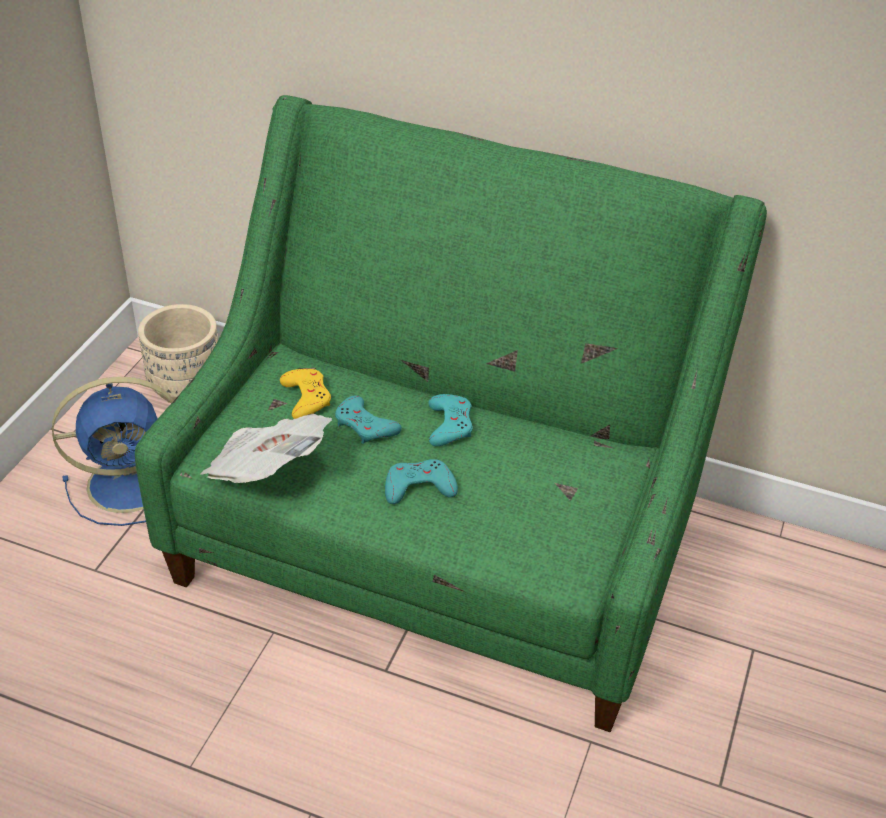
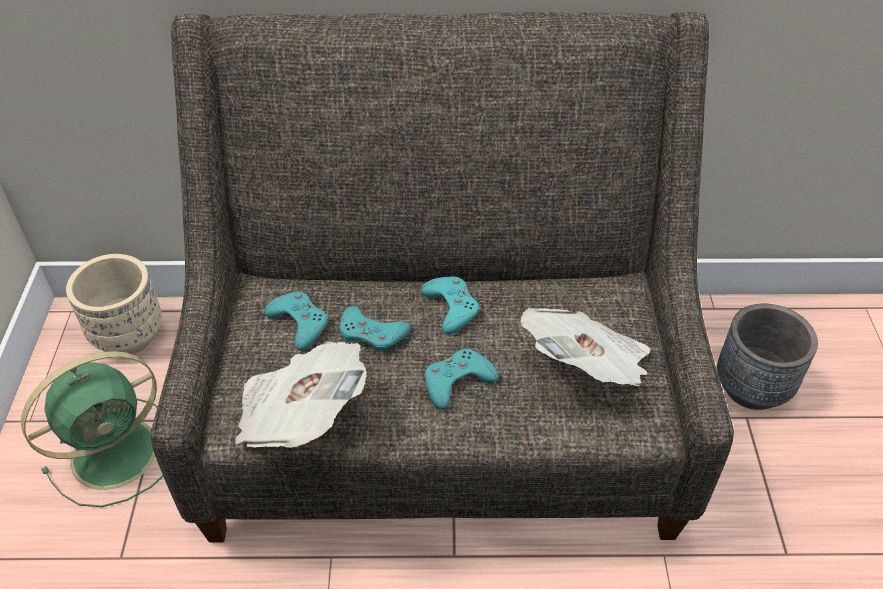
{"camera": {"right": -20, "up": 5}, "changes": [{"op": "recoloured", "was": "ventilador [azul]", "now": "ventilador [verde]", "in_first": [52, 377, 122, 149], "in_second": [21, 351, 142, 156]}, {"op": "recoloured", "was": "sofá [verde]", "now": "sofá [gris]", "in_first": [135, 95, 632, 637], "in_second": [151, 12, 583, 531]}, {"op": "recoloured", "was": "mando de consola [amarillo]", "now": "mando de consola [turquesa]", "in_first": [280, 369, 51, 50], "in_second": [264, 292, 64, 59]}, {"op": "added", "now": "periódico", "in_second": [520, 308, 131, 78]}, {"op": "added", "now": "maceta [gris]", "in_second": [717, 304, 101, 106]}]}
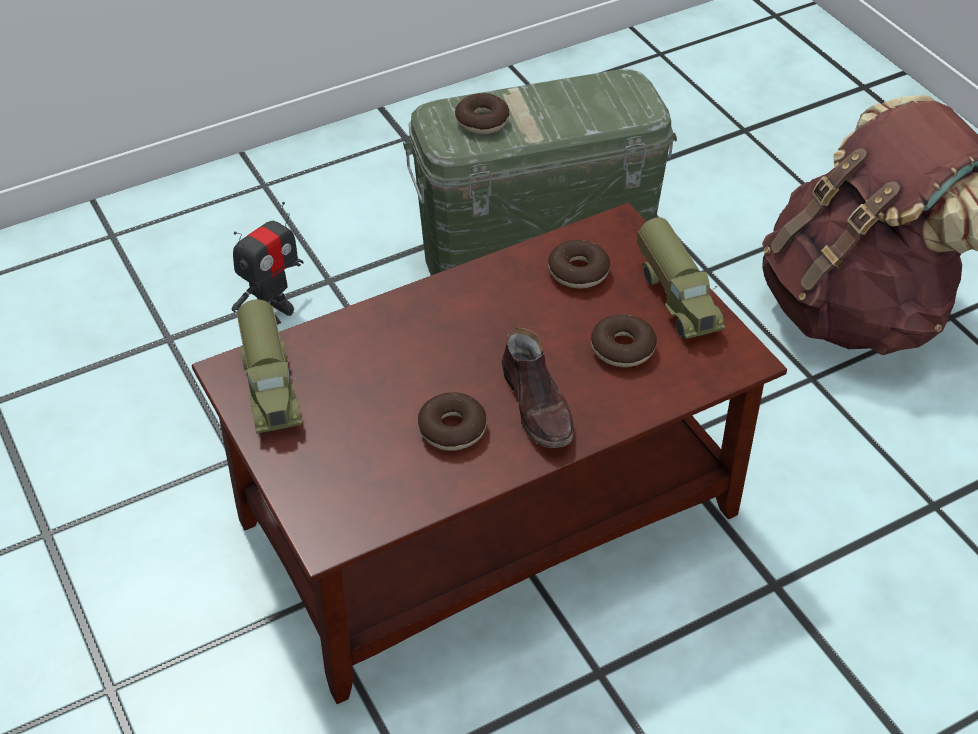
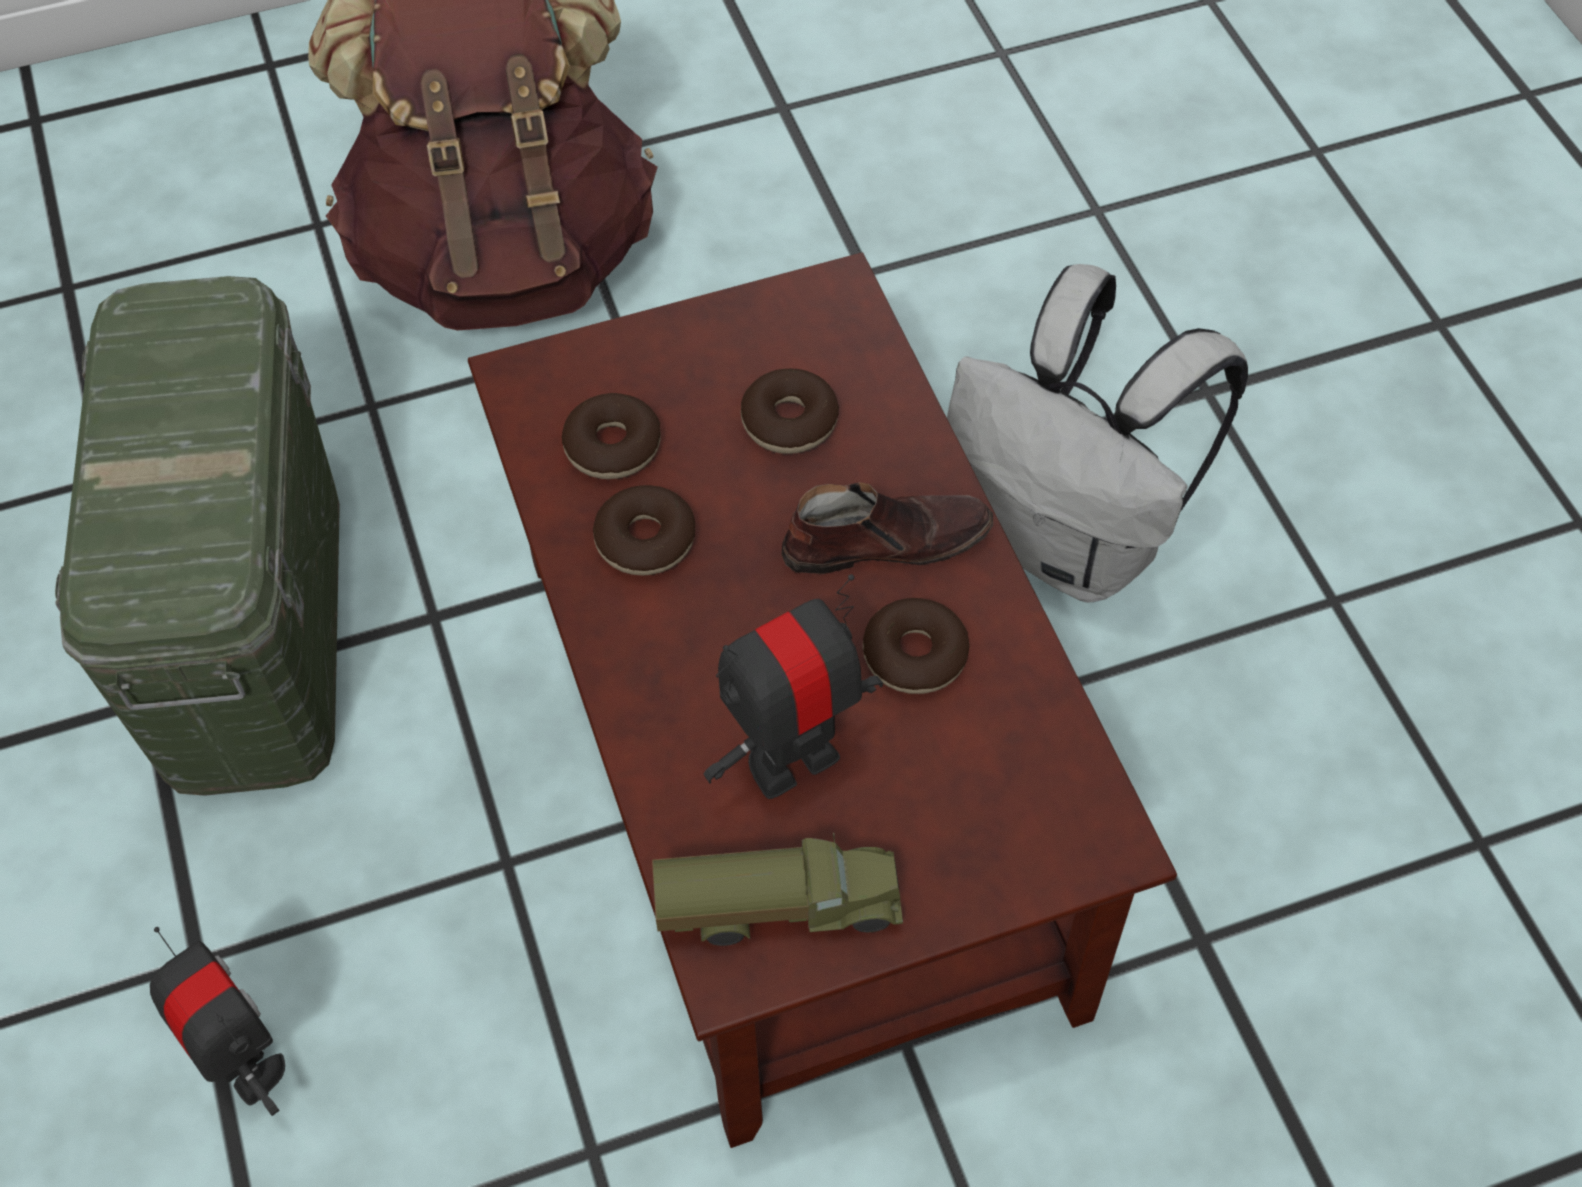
{"camera": {"right": -80, "up": 10}, "changes": [{"op": "moved", "was": "rosquilla", "in_first": [455, 93, 55, 41], "in_second": [593, 485, 102, 90]}, {"op": "added", "now": "robot de juguete", "in_second": [703, 574, 180, 225]}, {"op": "added", "now": "mochila [blanco]", "in_second": [947, 264, 301, 339]}, {"op": "removed", "was": "camión de juguete", "in_first": [637, 217, 89, 122]}]}
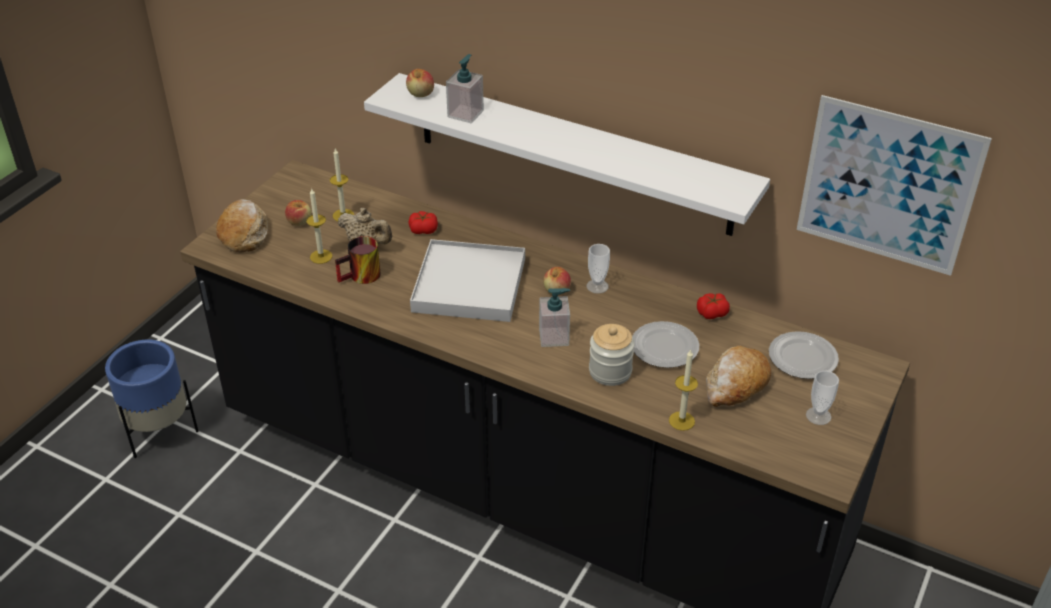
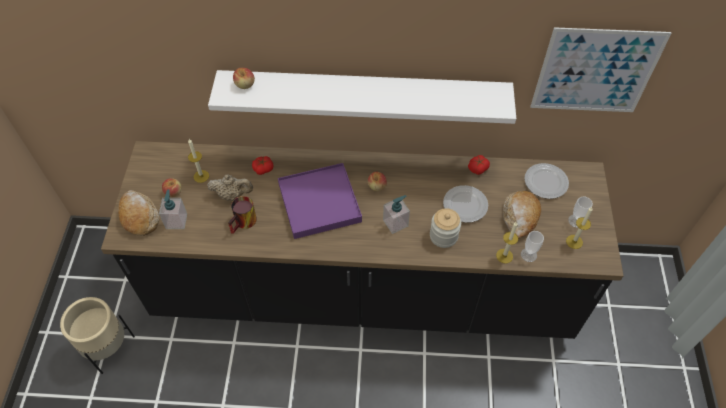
{"camera": {"right": -25, "up": 15}, "changes": [{"op": "recoloured", "was": "maceta [azul]", "now": "maceta [beis]", "in_first": [105, 340, 93, 118], "in_second": [60, 297, 75, 77]}, {"op": "moved", "was": "dispensador de jabón", "in_first": [446, 54, 38, 69], "in_second": [159, 189, 28, 40]}, {"op": "recoloured", "was": "bandeja [blanco]", "now": "bandeja [morado]", "in_first": [410, 239, 115, 83], "in_second": [278, 163, 84, 76]}, {"op": "moved", "was": "taza", "in_first": [586, 244, 24, 50], "in_second": [521, 231, 23, 31]}, {"op": "moved", "was": "vela", "in_first": [306, 189, 26, 75], "in_second": [566, 207, 27, 42]}]}
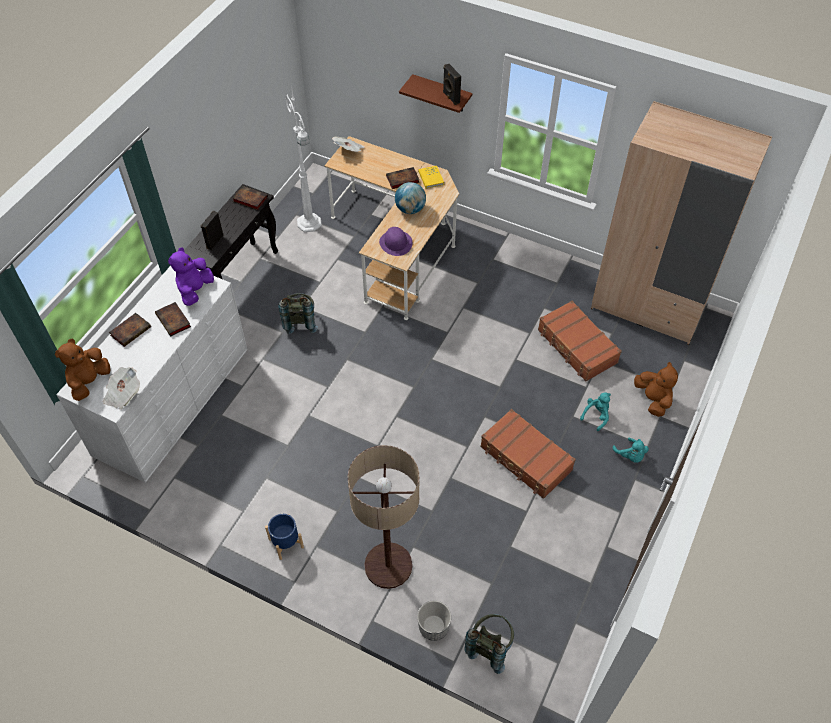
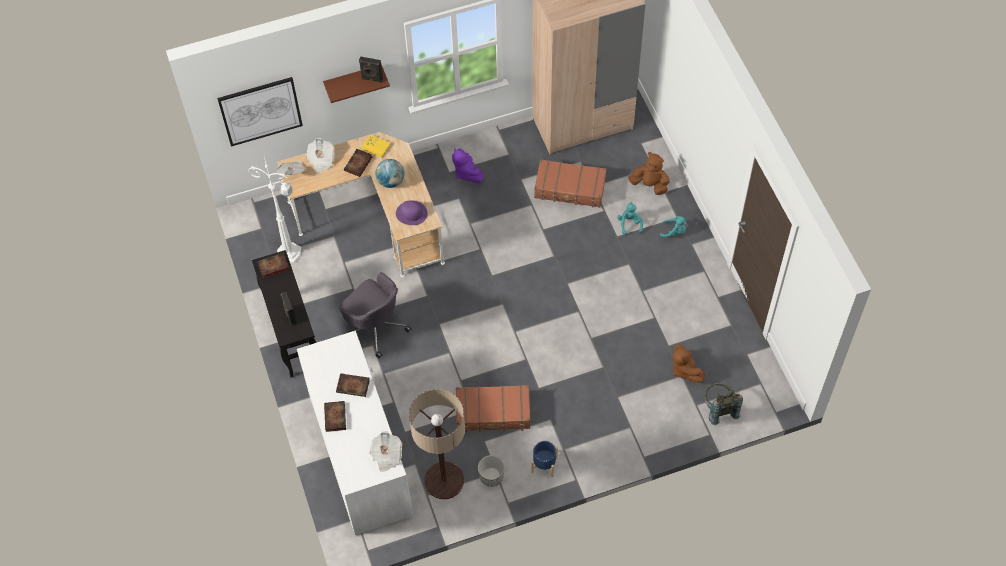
{"camera": {"right": -45, "up": 5}, "changes": [{"op": "added", "now": "cuadro", "in_second": [217, 77, 86, 70]}, {"op": "added", "now": "periódico", "in_second": [306, 138, 29, 35]}, {"op": "replaced", "was": "mochila [gris]", "now": "silla de oficina [gris]", "in_first": [278, 293, 40, 41], "in_second": [339, 272, 72, 86]}, {"op": "moved", "was": "lámpara de pie", "in_first": [348, 445, 71, 144], "in_second": [409, 389, 56, 110]}, {"op": "moved", "was": "peluche [morado]", "in_first": [168, 247, 46, 59], "in_second": [452, 148, 32, 35]}, {"op": "moved", "was": "maleta [marrón]", "in_first": [480, 409, 96, 90], "in_second": [456, 385, 74, 48]}, {"op": "moved", "was": "maceta", "in_first": [417, 601, 34, 40], "in_second": [478, 455, 27, 32]}, {"op": "moved", "was": "peluche [marrón]", "in_first": [55, 339, 56, 62], "in_second": [673, 344, 32, 39]}]}
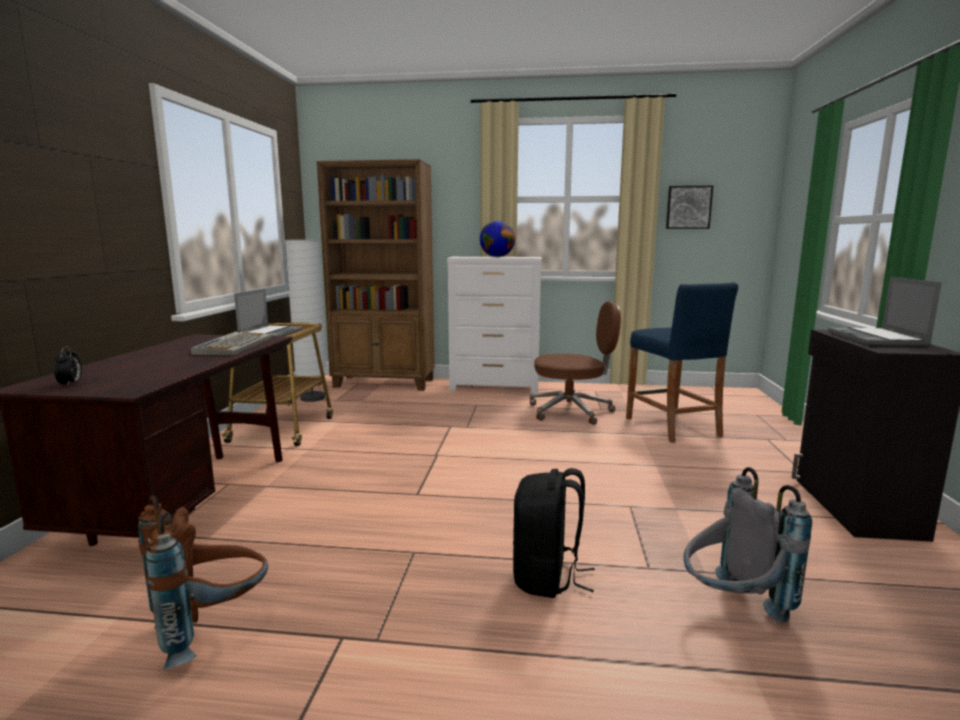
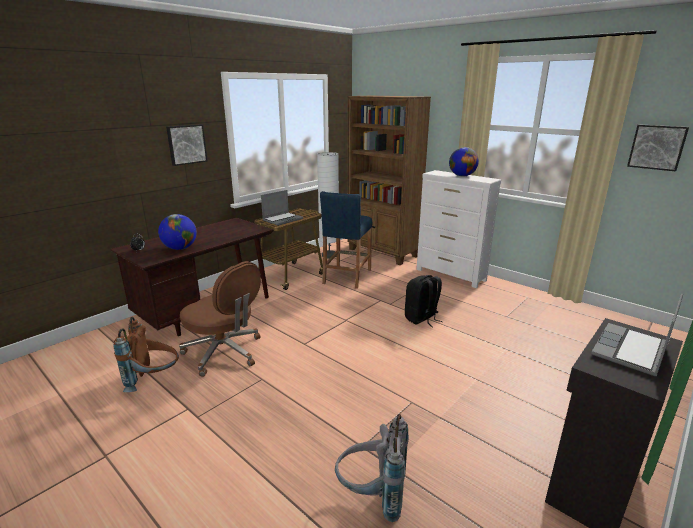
{"camera": {"right": 35, "up": 10}, "changes": [{"op": "added", "now": "globo terráqueo", "in_second": [158, 214, 39, 36]}, {"op": "added", "now": "cuadro", "in_second": [166, 124, 42, 42]}, {"op": "moved", "was": "silla de oficina [marrón]", "in_first": [530, 301, 91, 124], "in_second": [179, 261, 82, 116]}, {"op": "moved", "was": "taburete [azul]", "in_first": [626, 283, 112, 160], "in_second": [320, 191, 52, 98]}, {"op": "moved", "was": "mochila [negro]", "in_first": [513, 468, 82, 130], "in_second": [405, 275, 38, 53]}, {"op": "removed", "was": "teclado", "in_first": [191, 331, 80, 24]}]}
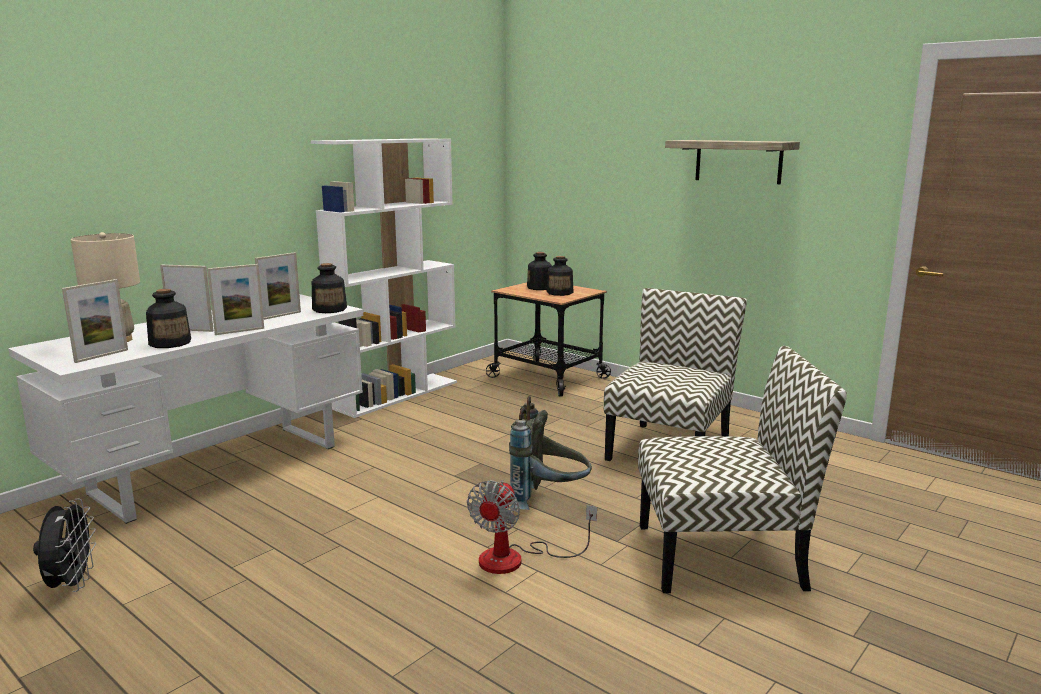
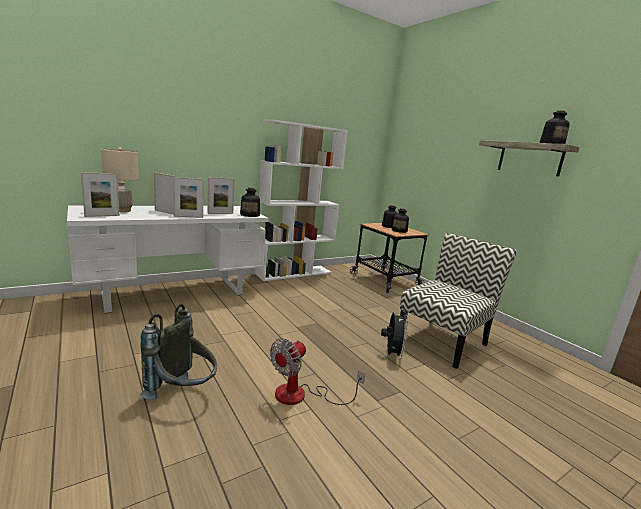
{"camera": {"right": 15, "up": 0}, "changes": [{"op": "moved", "was": "mochila [gris]", "in_first": [509, 396, 83, 114], "in_second": [140, 304, 77, 96]}, {"op": "moved", "was": "ventilador [negro]", "in_first": [33, 499, 63, 93], "in_second": [381, 311, 27, 48]}, {"op": "moved", "was": "botella", "in_first": [146, 289, 45, 59], "in_second": [540, 110, 30, 34]}, {"op": "removed", "was": "silla", "in_first": [638, 346, 209, 247]}]}
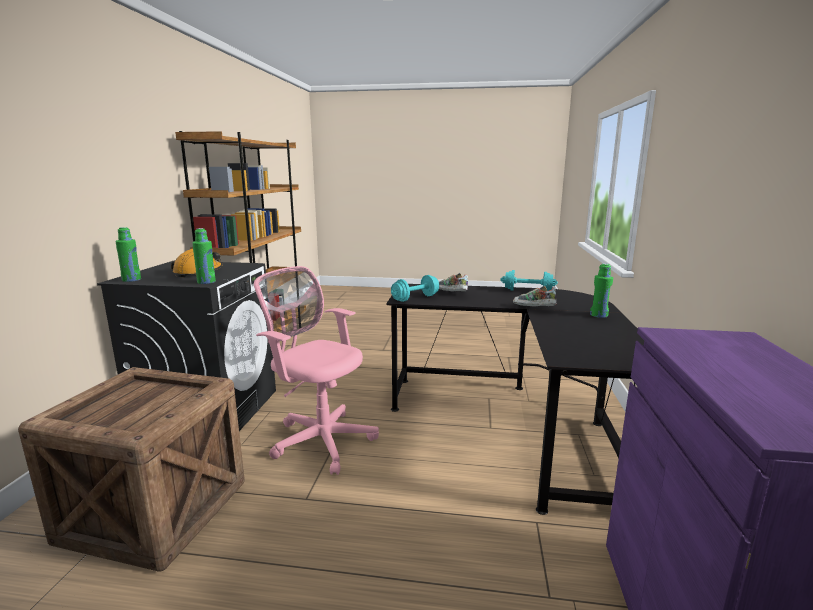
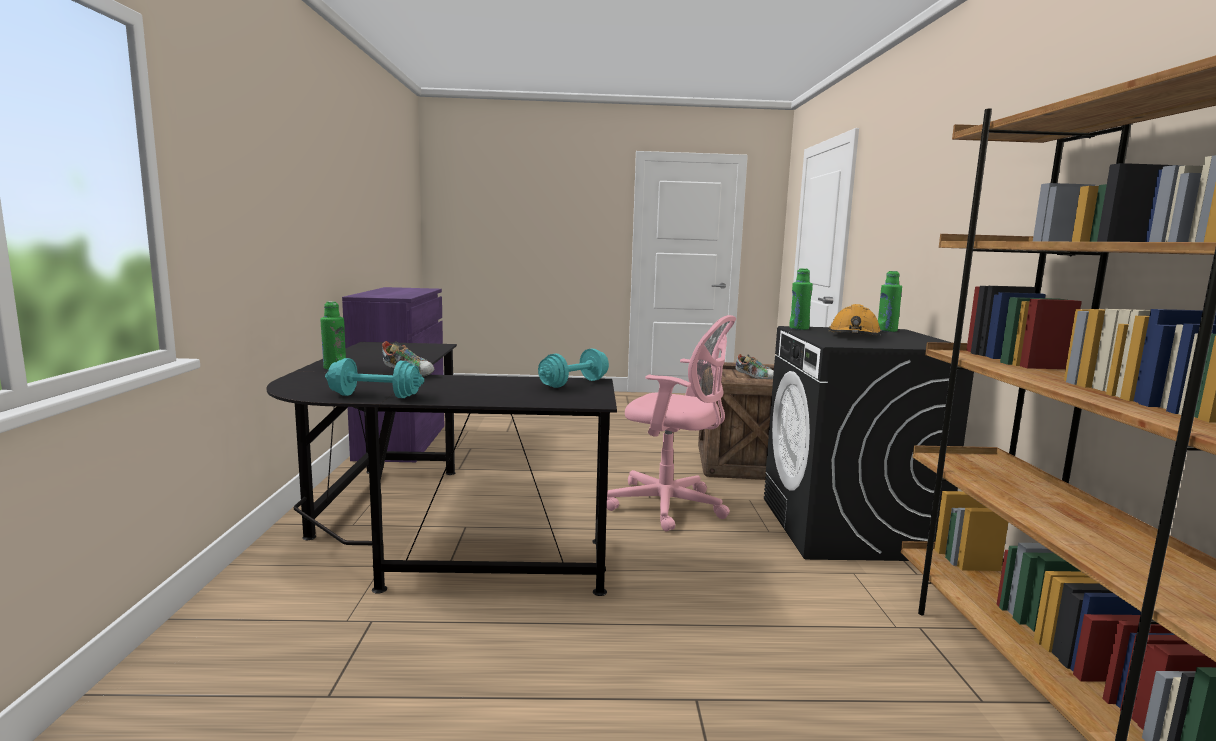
{"camera": {"right": 170, "up": -5}, "changes": [{"op": "moved", "was": "zapato", "in_first": [439, 273, 29, 19], "in_second": [735, 354, 39, 25]}]}
